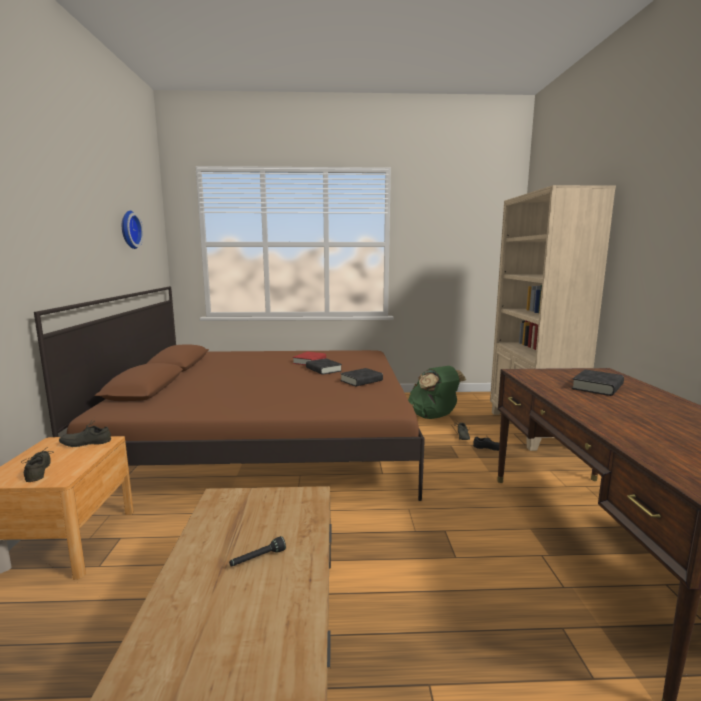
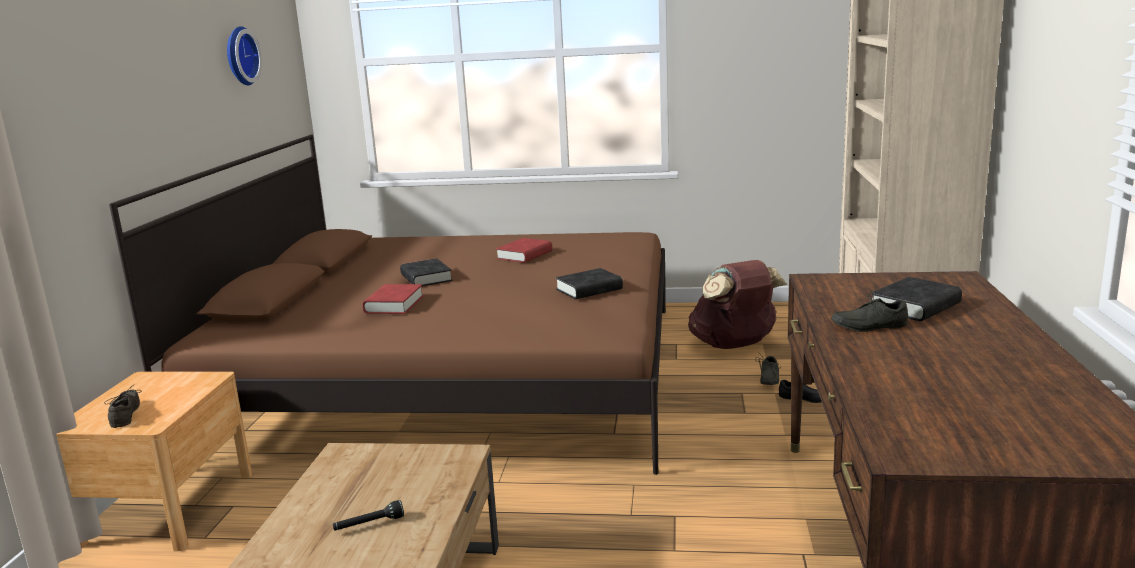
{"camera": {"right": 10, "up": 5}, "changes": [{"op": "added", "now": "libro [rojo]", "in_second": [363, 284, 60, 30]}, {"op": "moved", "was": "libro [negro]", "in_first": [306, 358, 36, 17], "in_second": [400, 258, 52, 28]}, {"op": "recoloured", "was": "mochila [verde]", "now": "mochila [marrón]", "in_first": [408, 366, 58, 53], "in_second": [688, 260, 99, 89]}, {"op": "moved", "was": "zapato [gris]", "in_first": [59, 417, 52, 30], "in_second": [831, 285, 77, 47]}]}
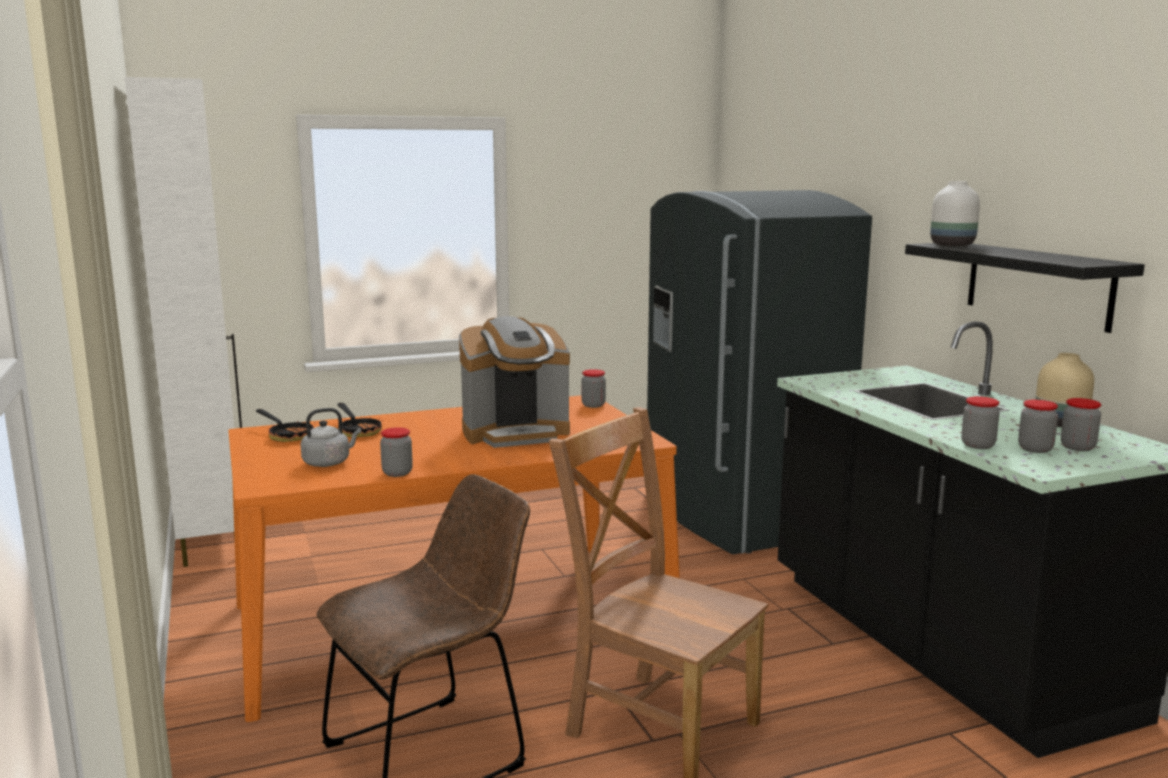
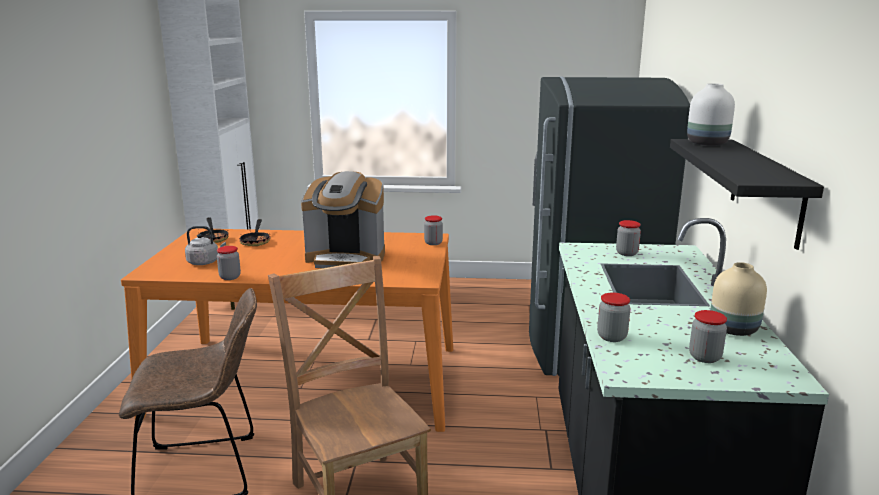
{"camera": {"right": 25, "up": 5}, "changes": [{"op": "moved", "was": "tarro", "in_first": [1018, 400, 40, 53], "in_second": [616, 220, 25, 36]}]}
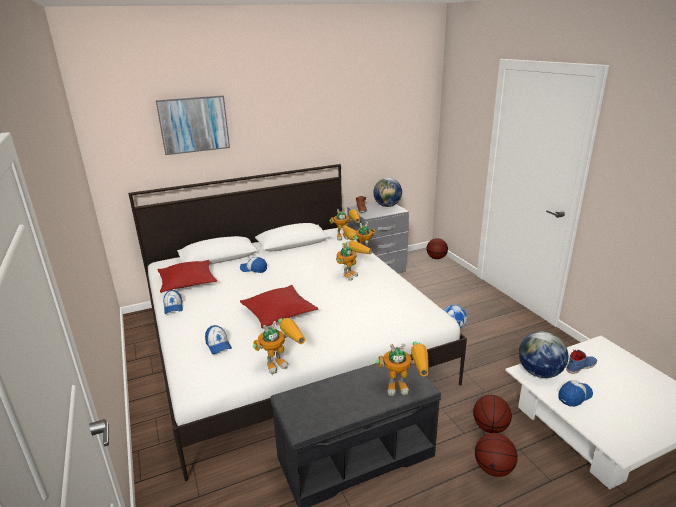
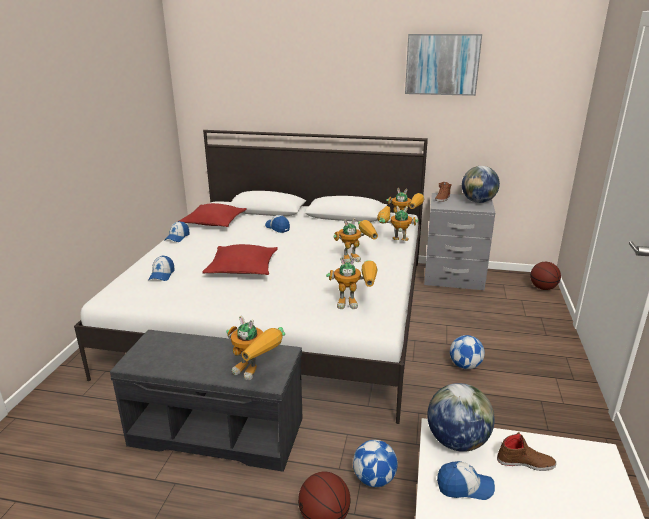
{"camera": {"right": 35, "up": 0}, "changes": [{"op": "moved", "was": "robot de juguete", "in_first": [253, 318, 52, 56], "in_second": [326, 257, 51, 52]}, {"op": "replaced", "was": "balón de baloncesto", "now": "balón de fútbol", "in_first": [473, 395, 39, 38], "in_second": [353, 440, 45, 47]}, {"op": "moved", "was": "cuadro", "in_first": [156, 95, 74, 60], "in_second": [405, 34, 77, 62]}, {"op": "recoloured", "was": "zapato [azul]", "now": "zapato [marrón]", "in_first": [566, 350, 31, 24], "in_second": [497, 432, 59, 39]}]}
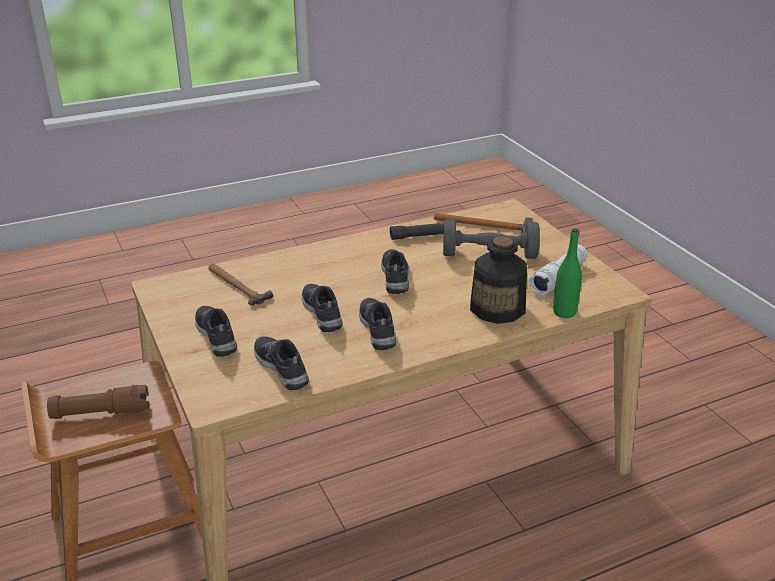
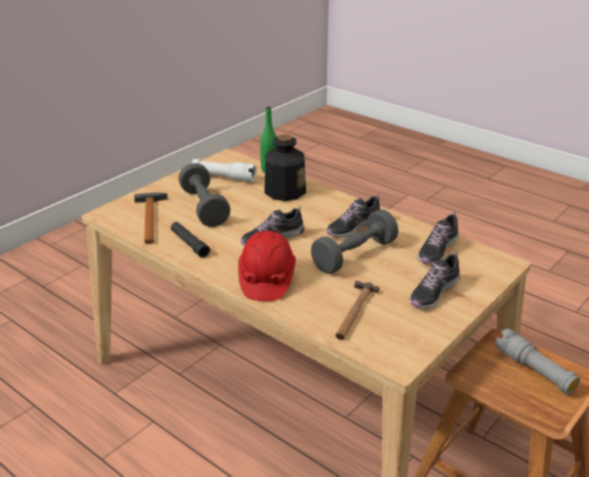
{"camera": {"right": -115, "up": 0}, "changes": [{"op": "added", "now": "casco [rojo]", "in_second": [238, 231, 58, 70]}, {"op": "replaced", "was": "zapato", "now": "mancuerna [gris]", "in_first": [302, 284, 41, 48], "in_second": [311, 209, 87, 65]}, {"op": "recoloured", "was": "linterna [marrón]", "now": "linterna [gris]", "in_first": [47, 385, 102, 34], "in_second": [495, 329, 85, 65]}]}
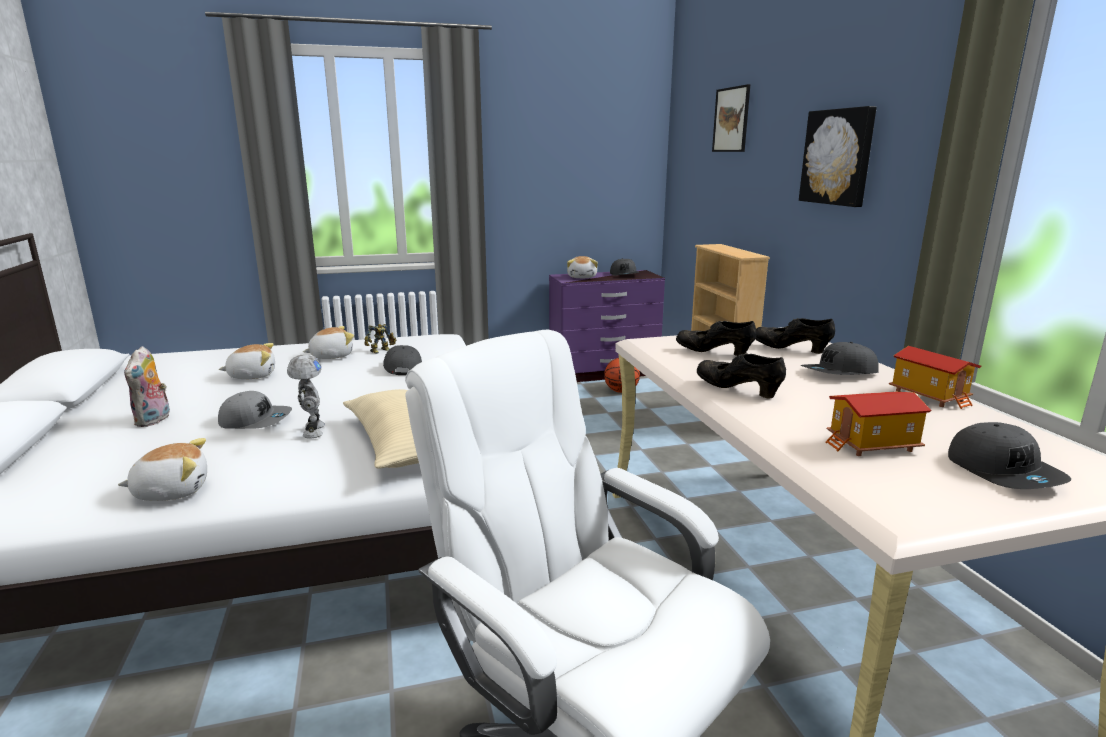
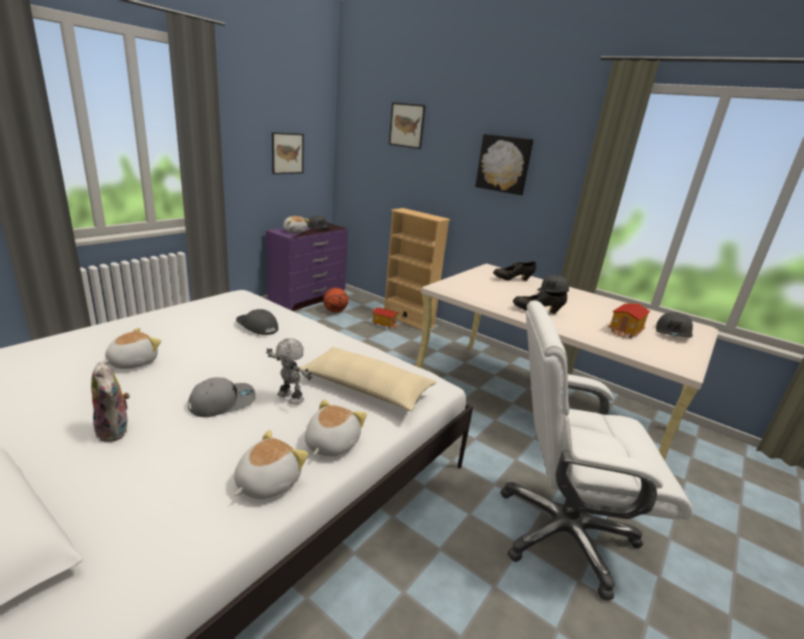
{"camera": {"right": -40, "up": 5}, "changes": [{"op": "added", "now": "cuadro", "in_second": [272, 132, 32, 42]}, {"op": "moved", "was": "peluche", "in_first": [303, 326, 51, 33], "in_second": [305, 399, 62, 57]}, {"op": "moved", "was": "casita", "in_first": [889, 346, 92, 63], "in_second": [372, 308, 27, 21]}, {"op": "turned", "was": "gorra [gris]", "in_first": [948, 422, 123, 67], "in_second": [656, 313, 37, 25], "clockwise": 75}, {"op": "removed", "was": "robot de juguete", "in_first": [364, 324, 32, 30]}, {"op": "removed", "was": "zapato [negro]", "in_first": [676, 321, 80, 35]}]}
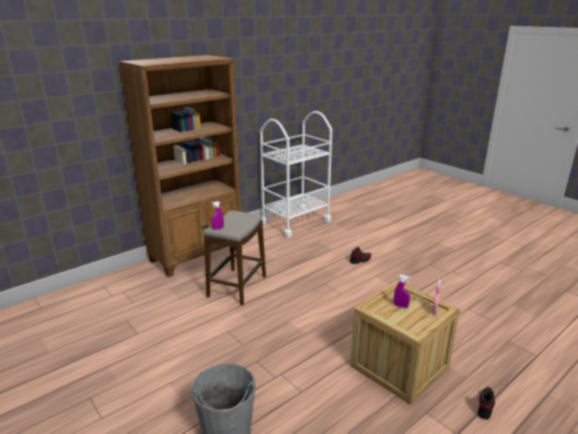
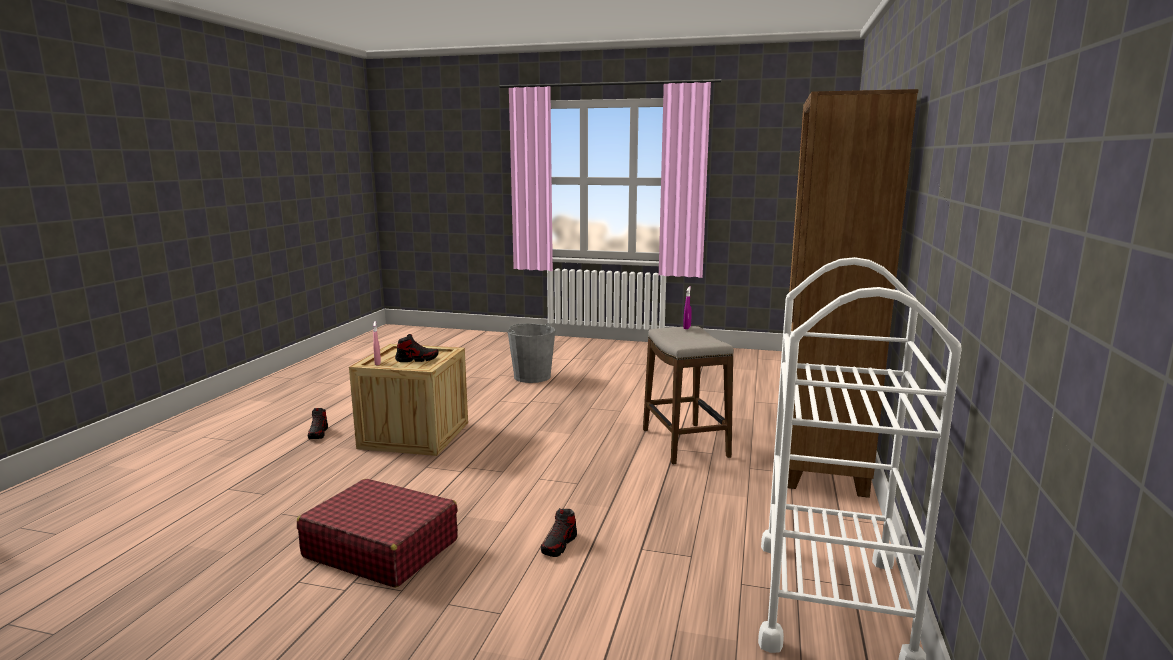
{"camera": {"right": 145, "up": -10}, "changes": [{"op": "added", "now": "maleta [rojo]", "in_second": [297, 479, 161, 109]}, {"op": "replaced", "was": "pulverizador [morado]", "now": "zapato", "in_first": [394, 275, 17, 33], "in_second": [395, 334, 44, 28]}]}
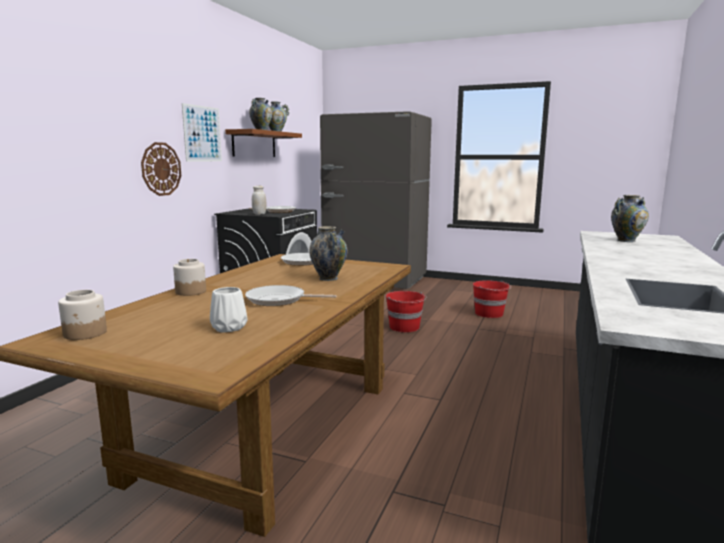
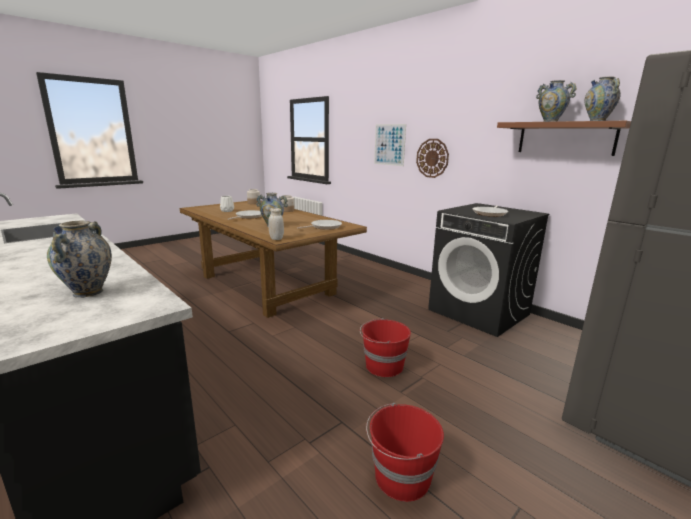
{"camera": {"right": 115, "up": 5}, "changes": [{"op": "moved", "was": "tarro [blanco]", "in_first": [252, 186, 14, 29], "in_second": [268, 208, 16, 32]}, {"op": "moved", "was": "cuadro", "in_first": [182, 103, 40, 59], "in_second": [374, 124, 32, 42]}]}
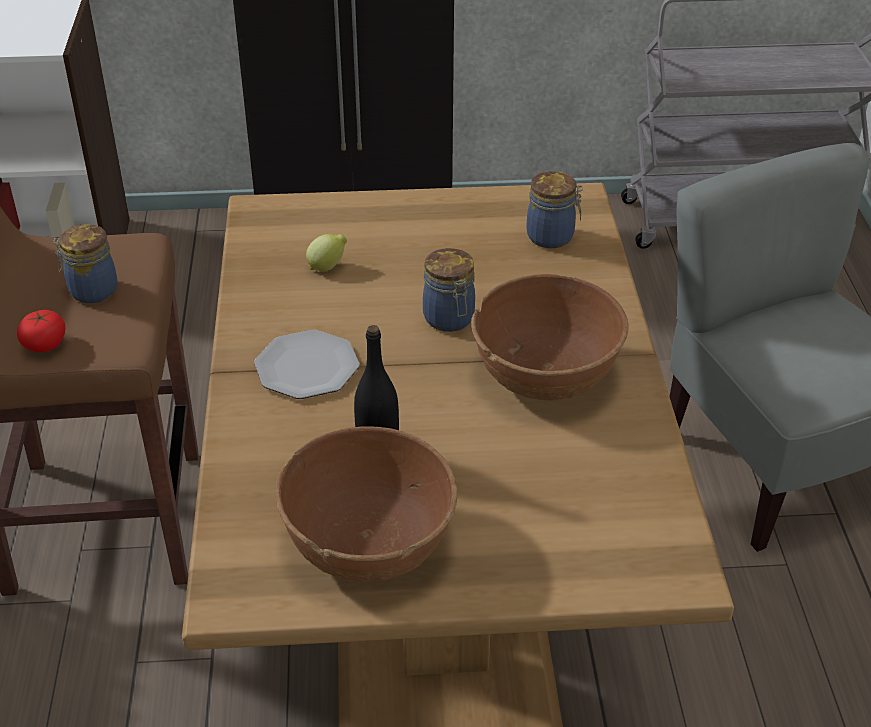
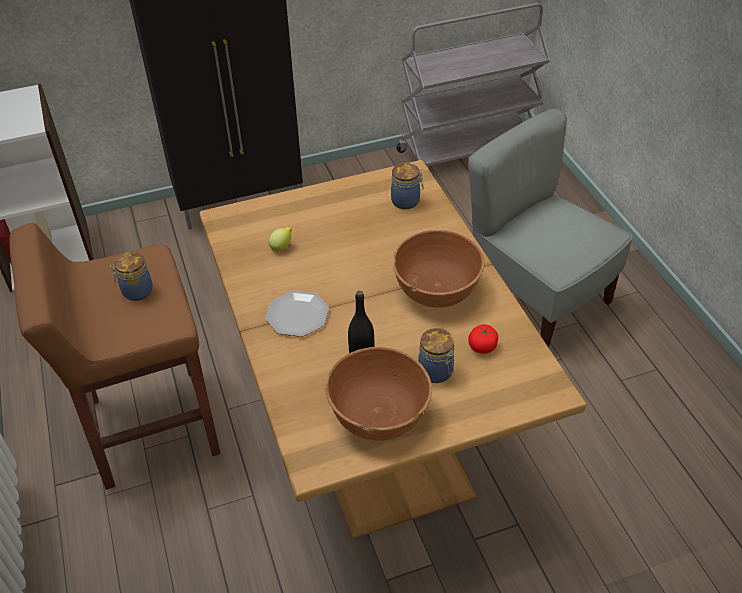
{"camera": {"right": -15, "up": 5}, "changes": [{"op": "moved", "was": "tarro", "in_first": [423, 248, 52, 84], "in_second": [418, 328, 36, 55]}, {"op": "moved", "was": "tomate", "in_first": [17, 310, 48, 42], "in_second": [468, 324, 30, 30]}]}
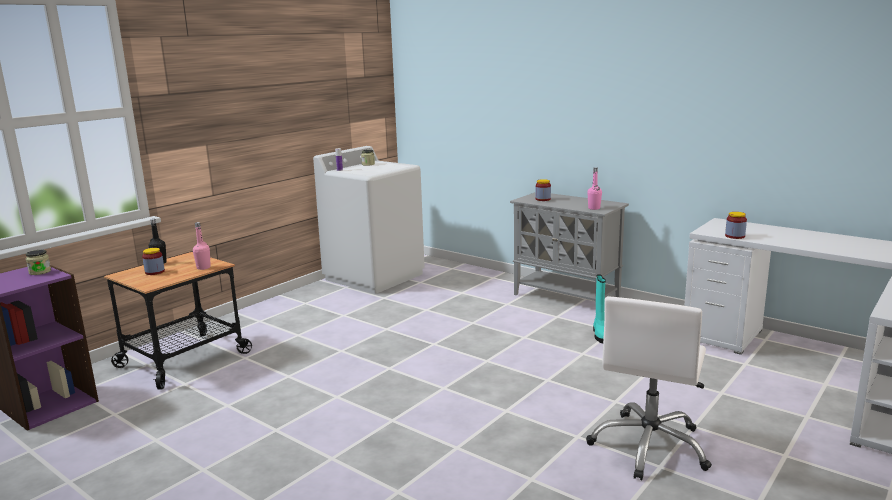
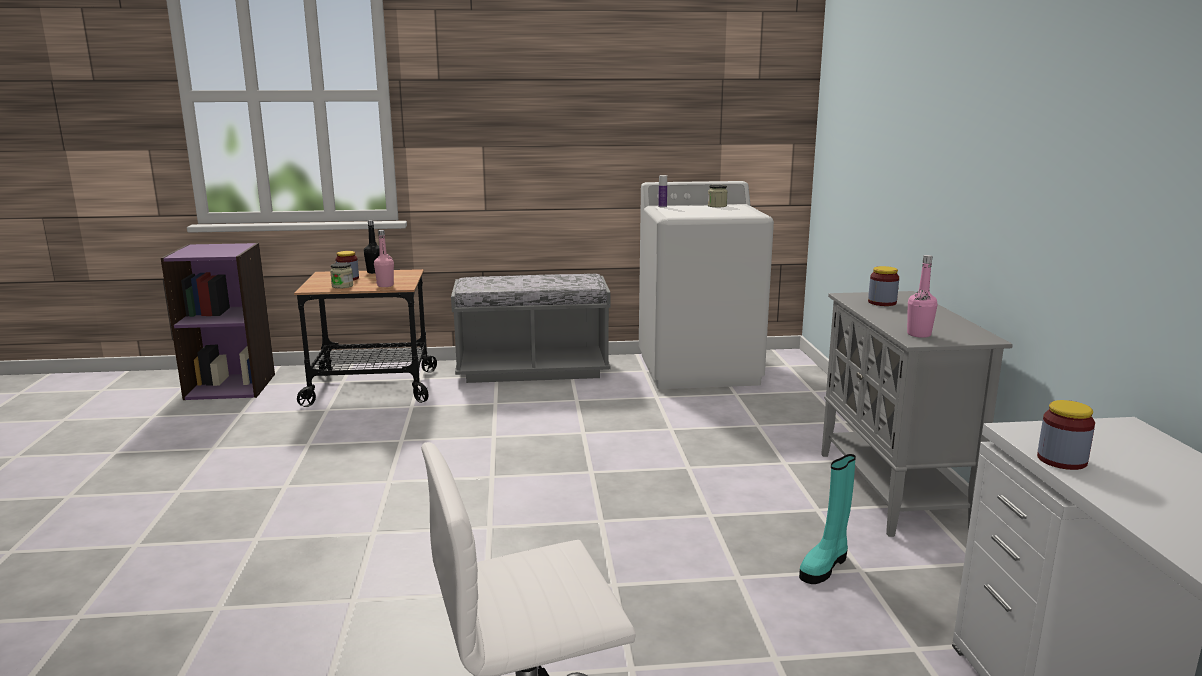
{"camera": {"right": 45, "up": 0}, "changes": [{"op": "moved", "was": "tarro", "in_first": [26, 250, 25, 25], "in_second": [330, 263, 24, 25]}, {"op": "added", "now": "banco [gris]", "in_second": [451, 274, 160, 109]}]}
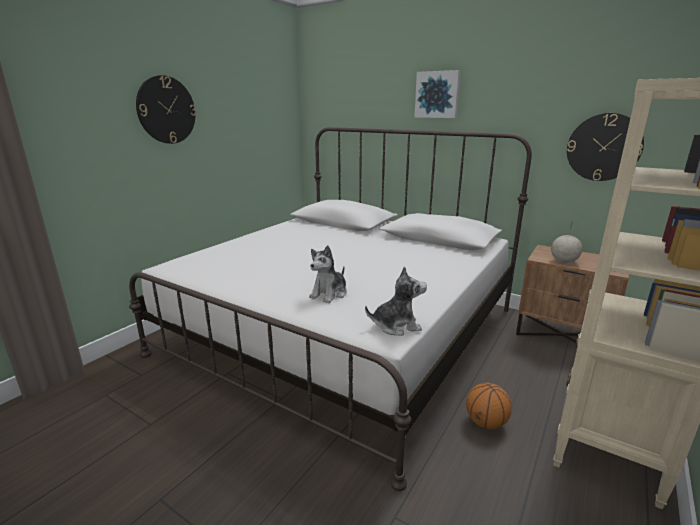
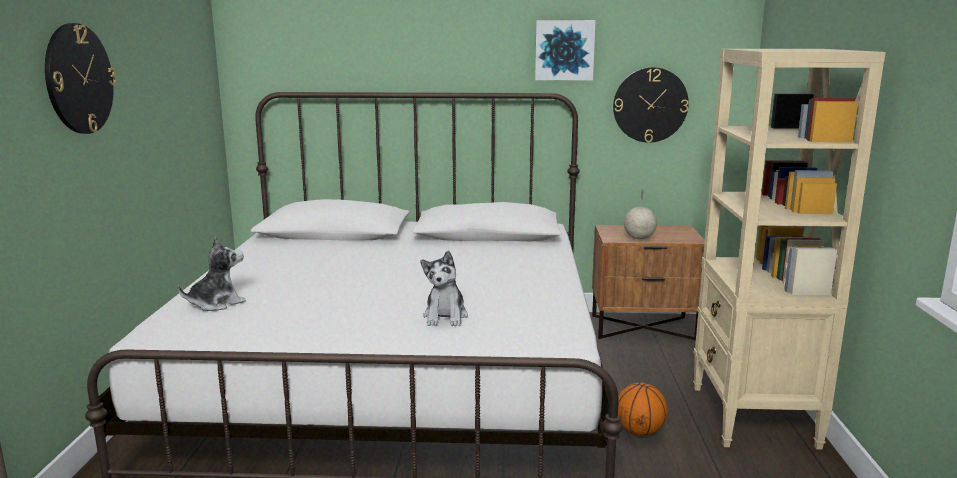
{"camera": {"right": -30, "up": -5}, "changes": [{"op": "moved", "was": "peluche", "in_first": [365, 266, 62, 70], "in_second": [178, 236, 68, 75]}, {"op": "moved", "was": "cuadro", "in_first": [414, 70, 47, 48], "in_second": [535, 20, 61, 60]}]}
